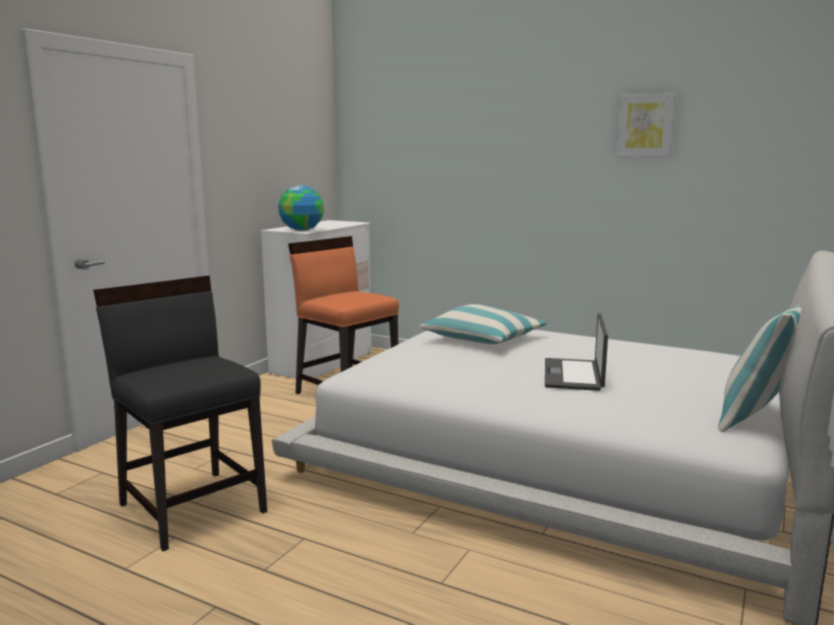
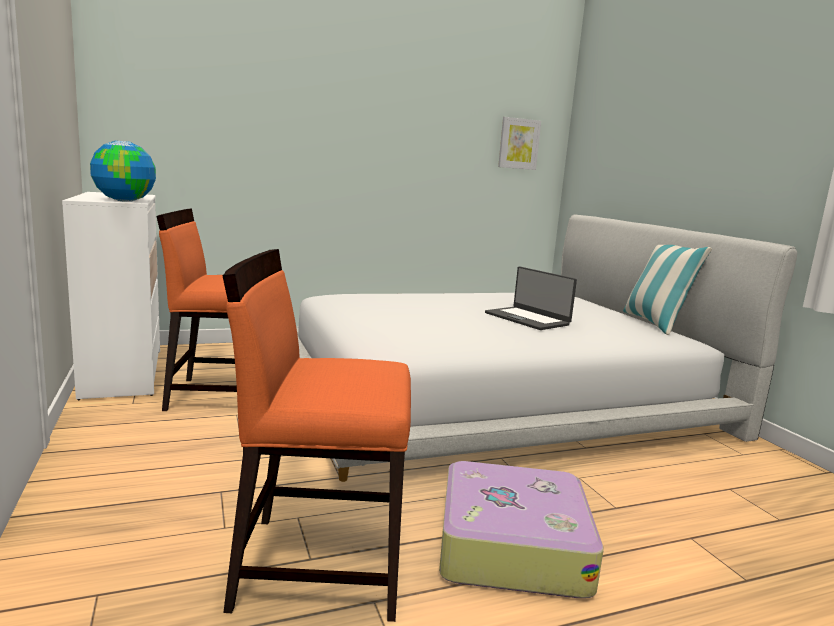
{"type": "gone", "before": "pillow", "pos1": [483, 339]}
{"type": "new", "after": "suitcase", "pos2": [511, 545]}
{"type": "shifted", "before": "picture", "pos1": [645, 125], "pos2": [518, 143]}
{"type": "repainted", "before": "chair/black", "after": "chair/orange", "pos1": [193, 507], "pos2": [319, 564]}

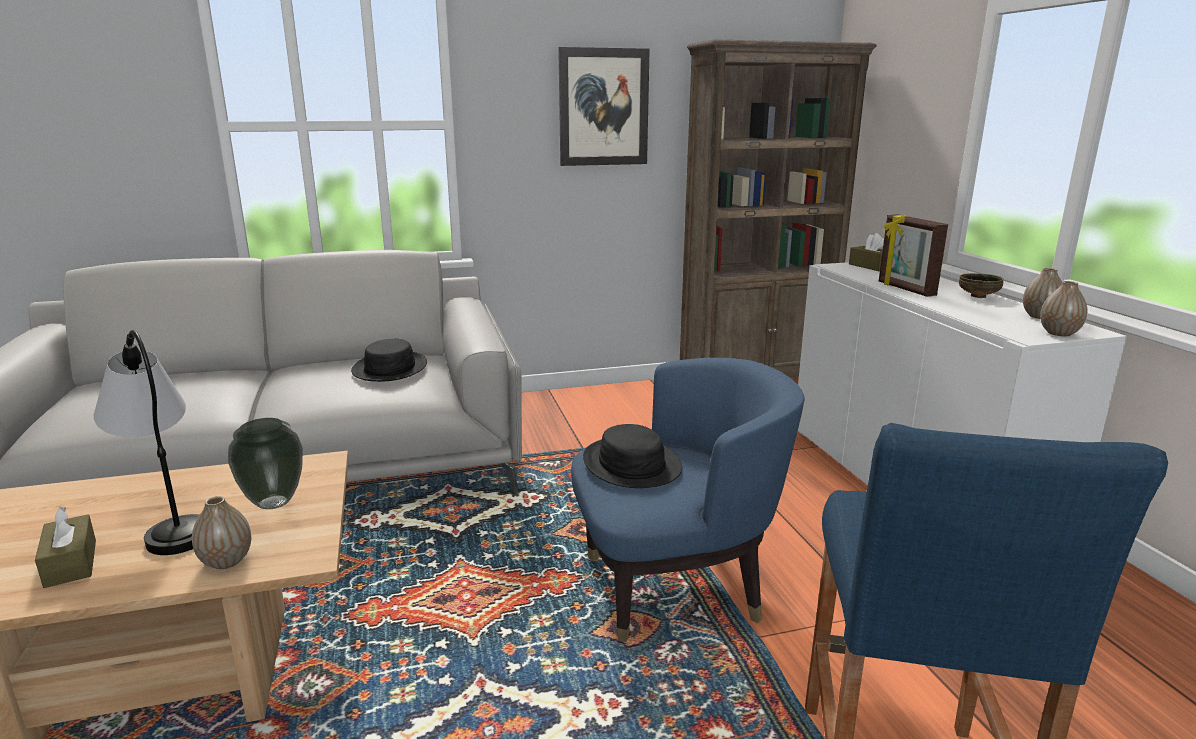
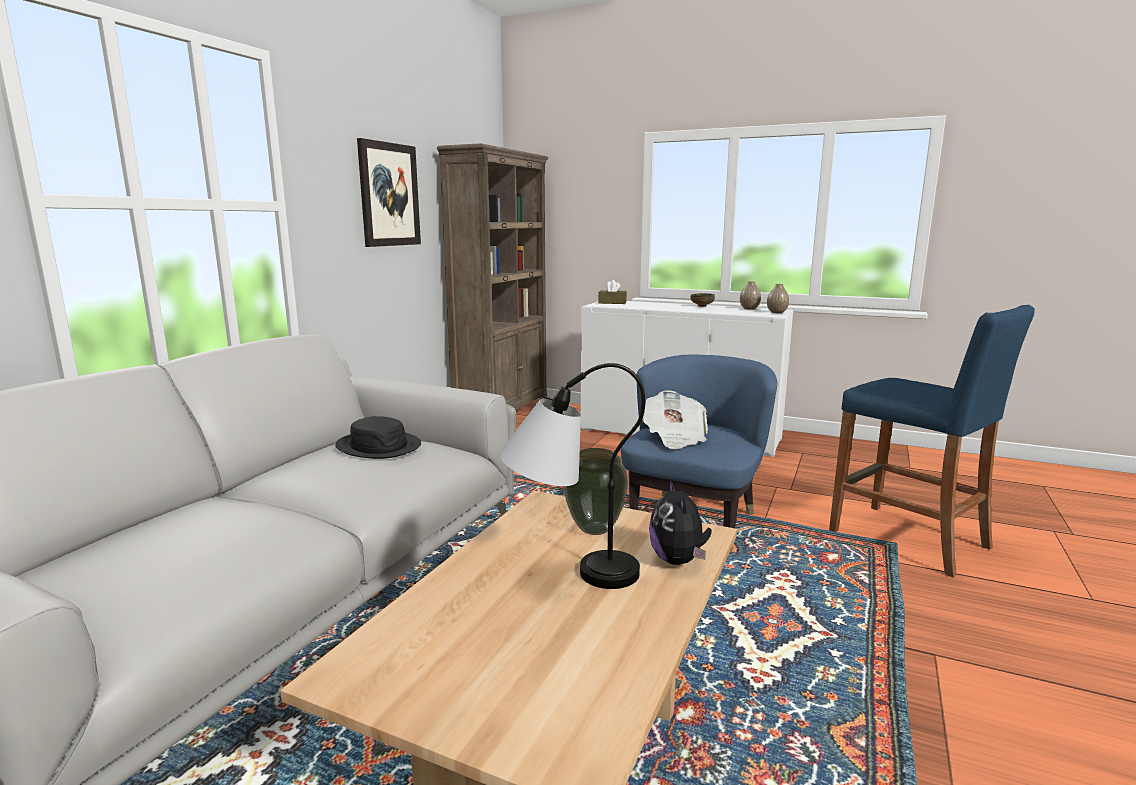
{"type": "gone", "before": "tissue box/brown", "pos1": [71, 563]}
{"type": "gone", "before": "picture frame", "pos1": [905, 289]}
{"type": "swapped", "before": "vase", "after": "plush toy", "pos1": [226, 561], "pos2": [678, 560]}
{"type": "swapped", "before": "hat/black", "after": "newspaper", "pos1": [631, 464], "pos2": [674, 437]}

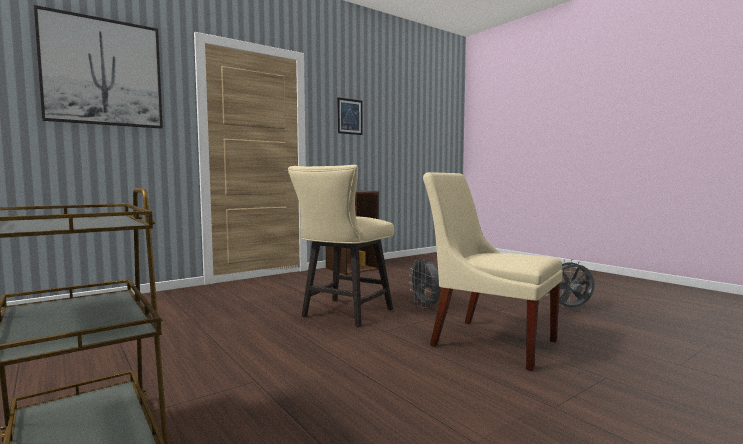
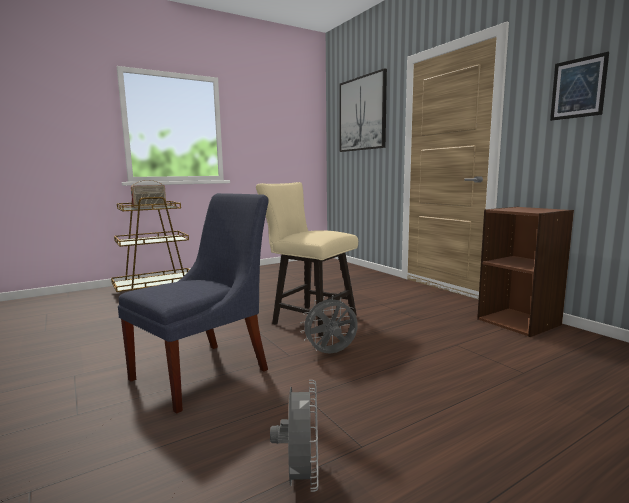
{"type": "new", "after": "radio", "pos2": [150, 207]}
{"type": "repainted", "before": "chair/beige", "after": "chair/blue", "pos1": [488, 341], "pos2": [205, 372]}

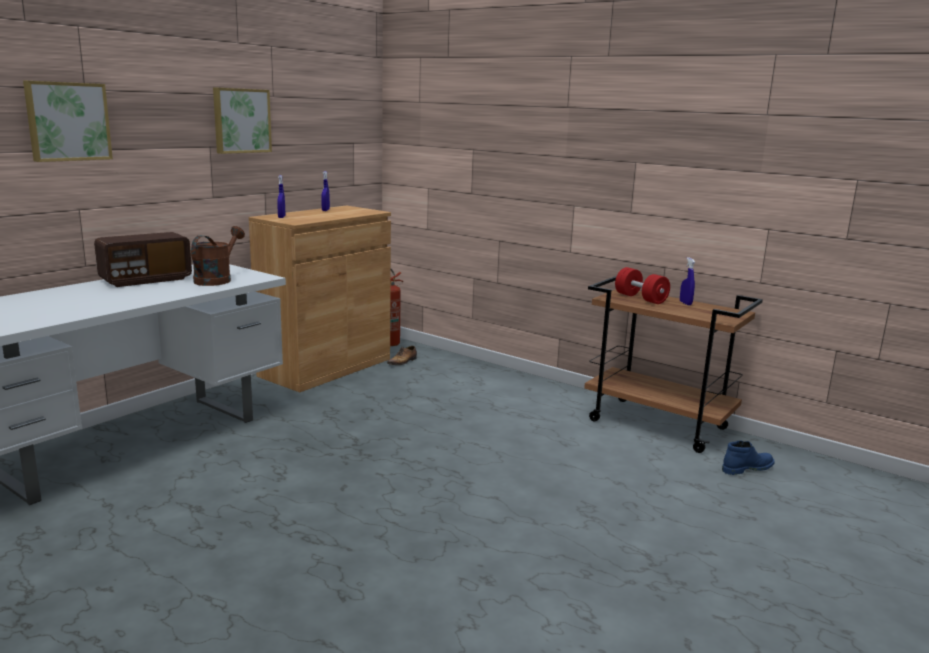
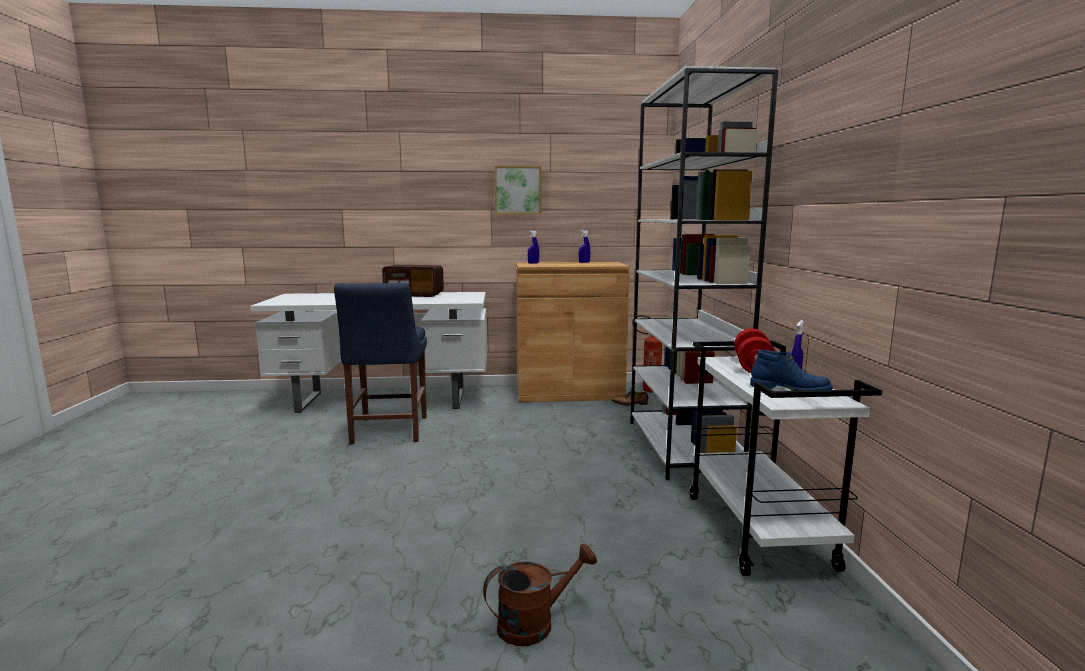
{"type": "gone", "before": "picture", "pos1": [67, 121]}
{"type": "new", "after": "chair/blue", "pos2": [388, 431]}
{"type": "new", "after": "bookcase/white", "pos2": [682, 447]}
{"type": "shifted", "before": "watering can/brown", "pos1": [216, 279], "pos2": [535, 623]}
{"type": "shifted", "before": "boot/blue", "pos1": [746, 468], "pos2": [790, 390]}
{"type": "repainted", "before": "cart/brown", "after": "cart/white", "pos1": [659, 424], "pos2": [759, 531]}

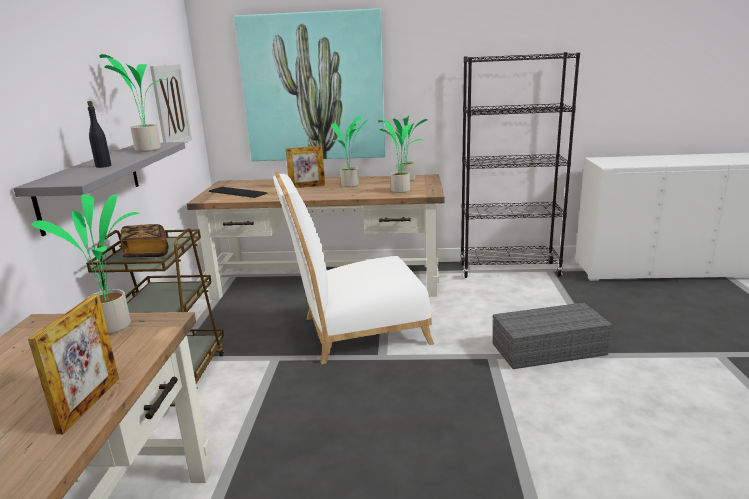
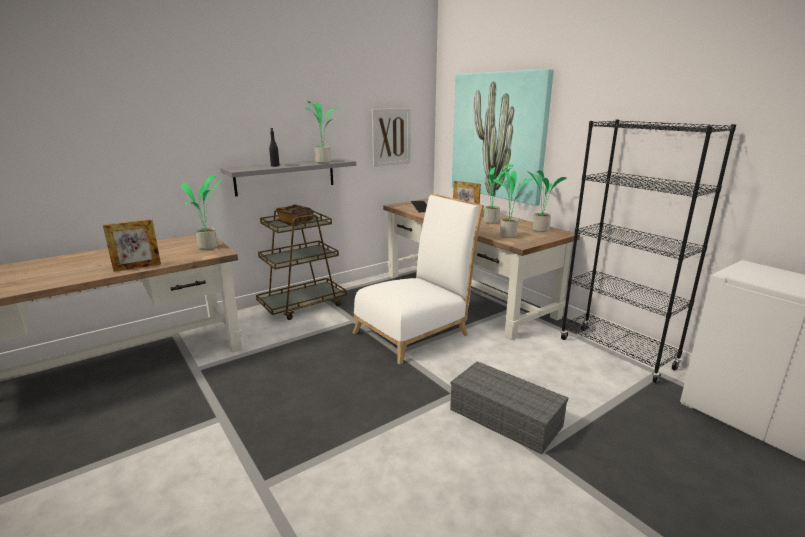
{"type": "rotated", "before": "chair/white", "pos1": [357, 332], "pos2": [416, 331], "turn": 105}

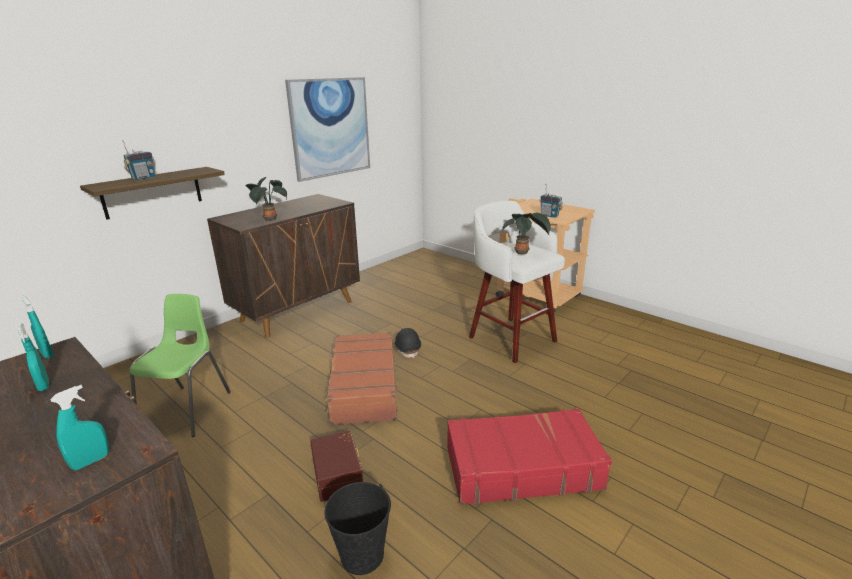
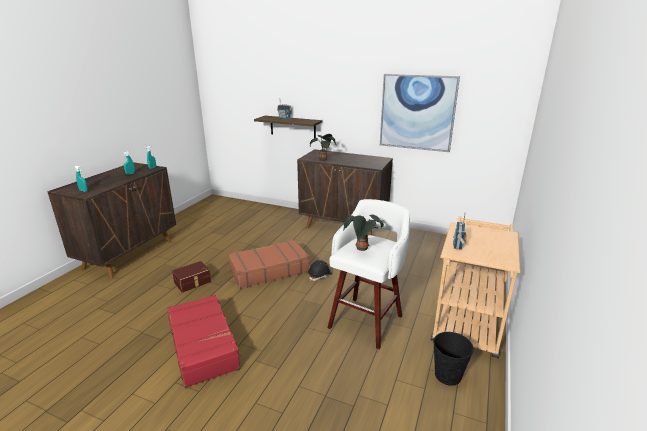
{"type": "gone", "before": "chair/green", "pos1": [187, 410]}
{"type": "shifted", "before": "bucket/black", "pos1": [362, 554], "pos2": [447, 375]}

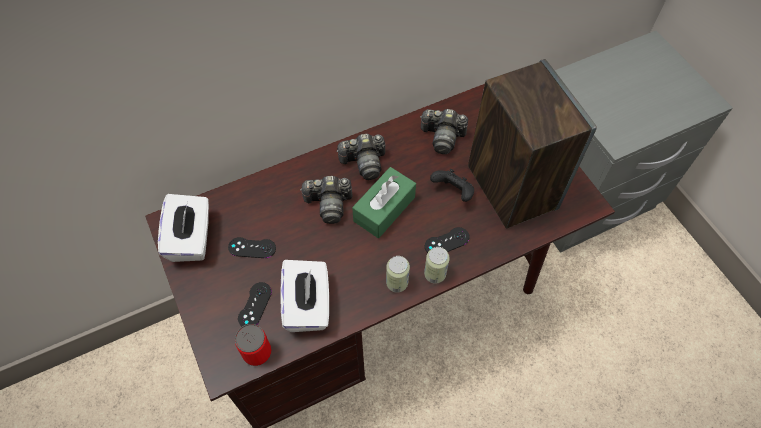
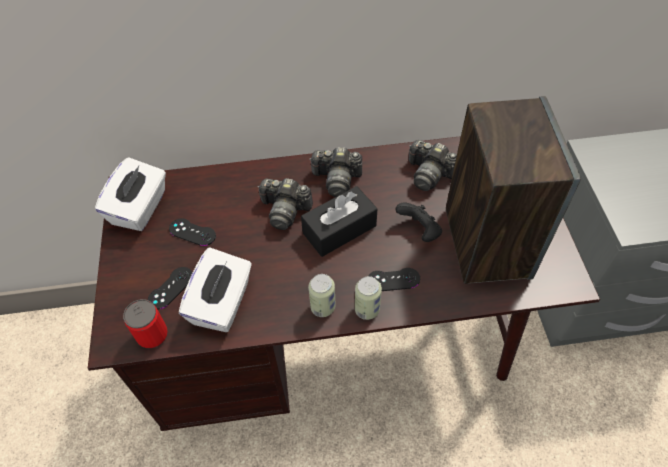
{"type": "repainted", "before": "tissue box/green", "after": "tissue box/black", "pos1": [384, 209], "pos2": [339, 229]}

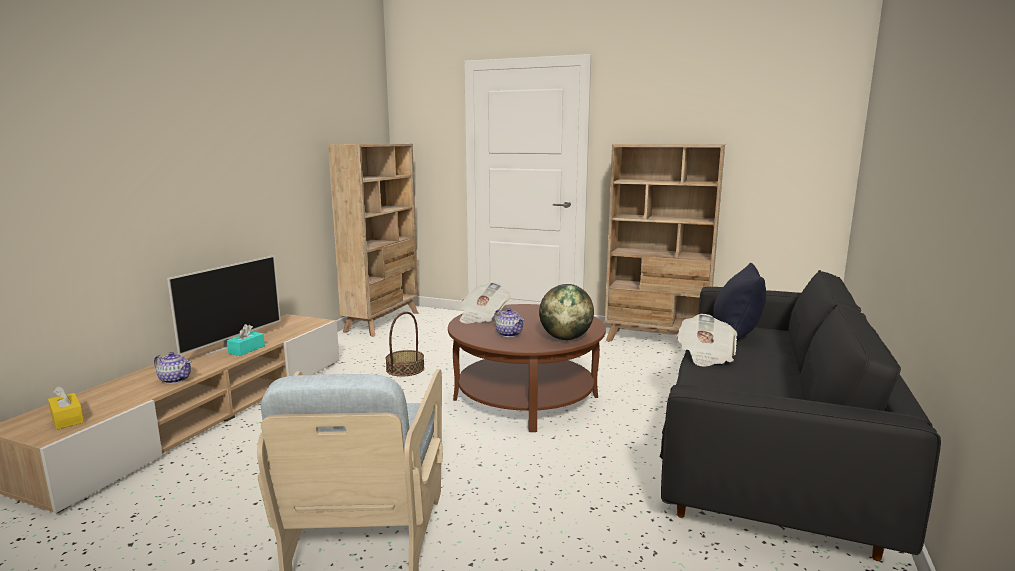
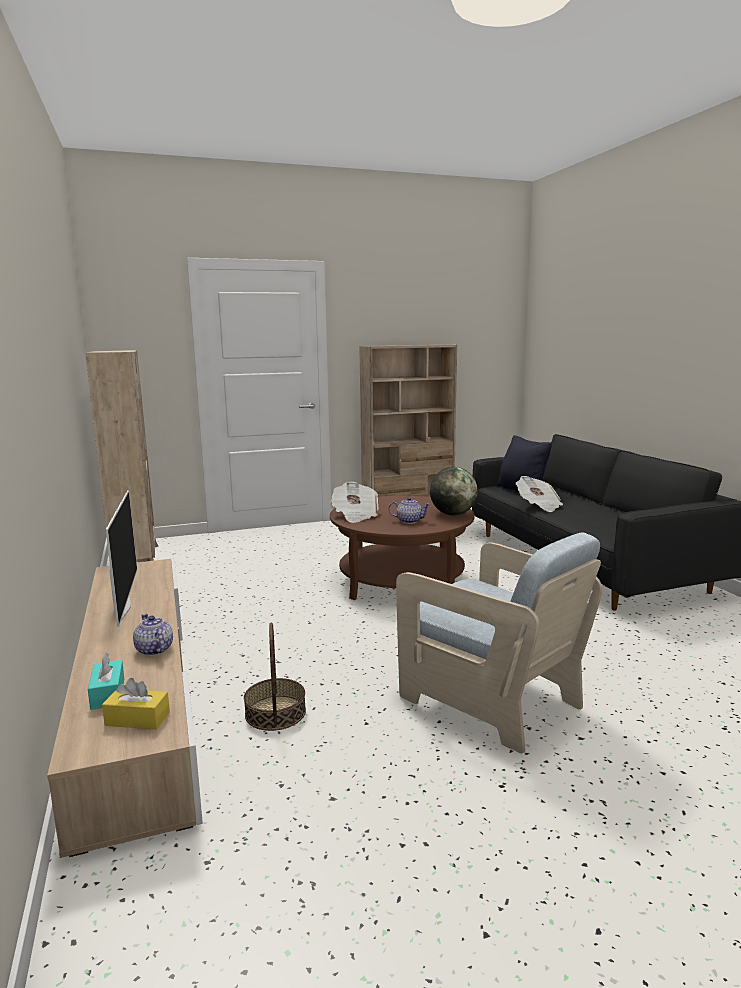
{"type": "shifted", "before": "tissue box/turquoise", "pos1": [246, 349], "pos2": [108, 693]}
{"type": "shifted", "before": "basket", "pos1": [405, 369], "pos2": [275, 713]}
{"type": "rotated", "before": "teapot", "pos1": [175, 379], "pos2": [154, 650], "turn": -105}

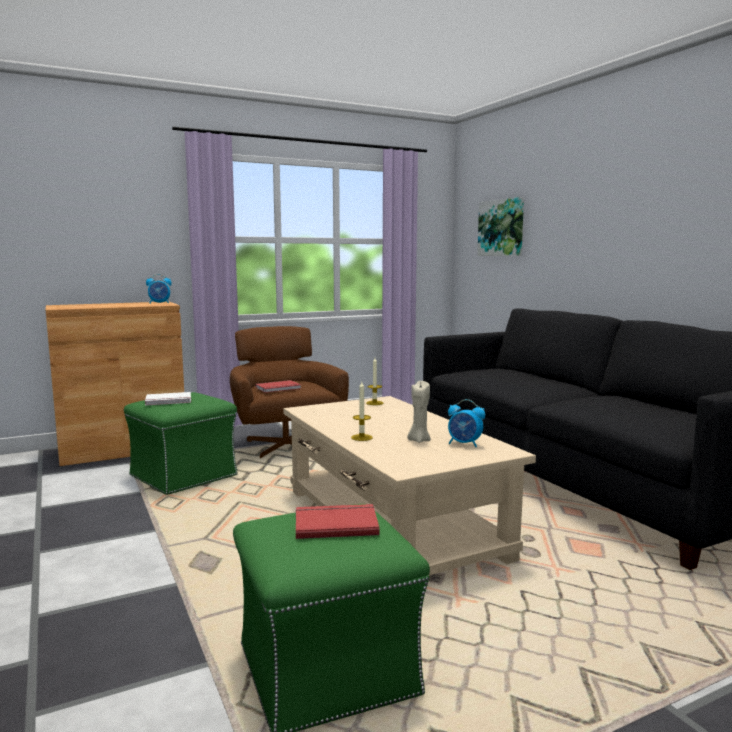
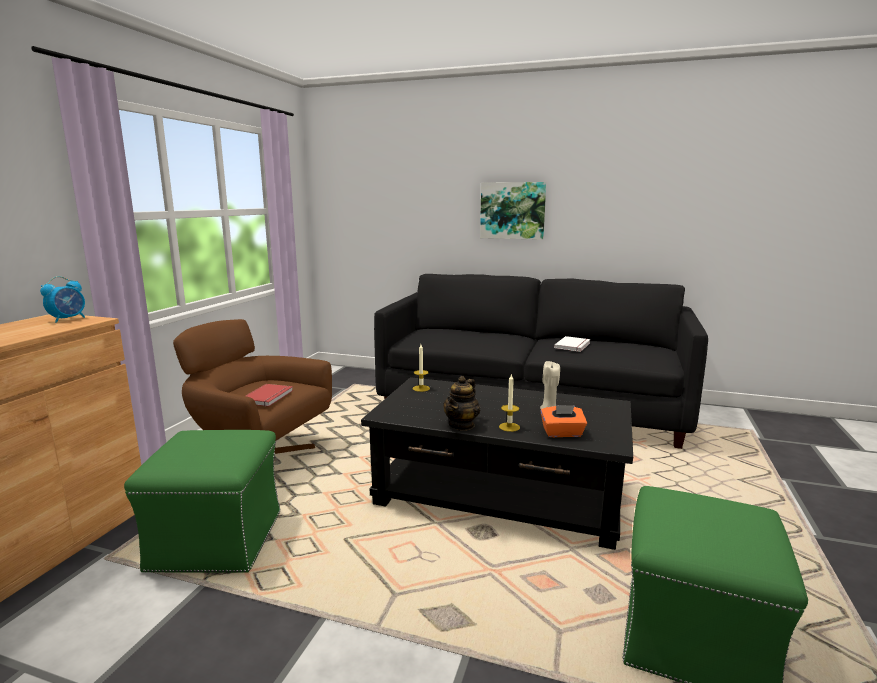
{"type": "gone", "before": "book/red", "pos1": [335, 524]}
{"type": "gone", "before": "alarm clock", "pos1": [464, 444]}
{"type": "new", "after": "teapot", "pos2": [462, 425]}
{"type": "new", "after": "tissue box/orange", "pos2": [562, 433]}
{"type": "shifted", "before": "book/white", "pos1": [168, 401], "pos2": [573, 345]}
{"type": "shifted", "before": "picture", "pos1": [501, 228], "pos2": [512, 210]}
{"type": "repainted", "before": "coffee table/beige", "after": "coffee table/black", "pos1": [391, 524], "pos2": [499, 495]}

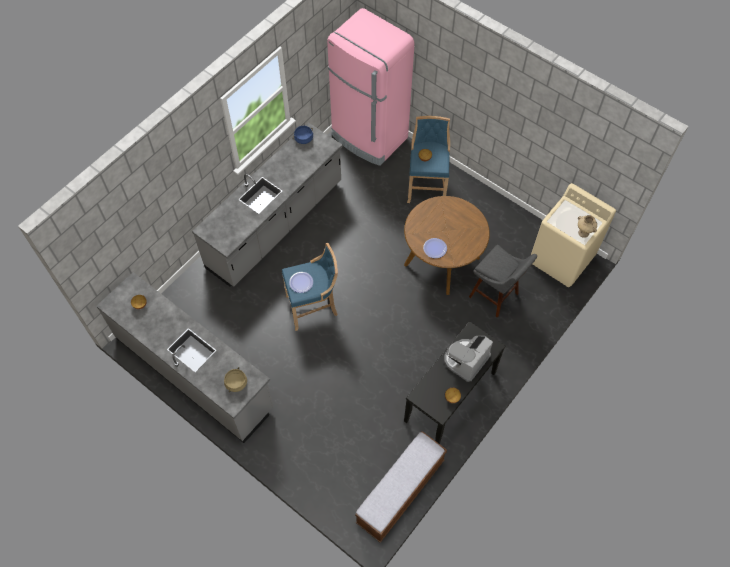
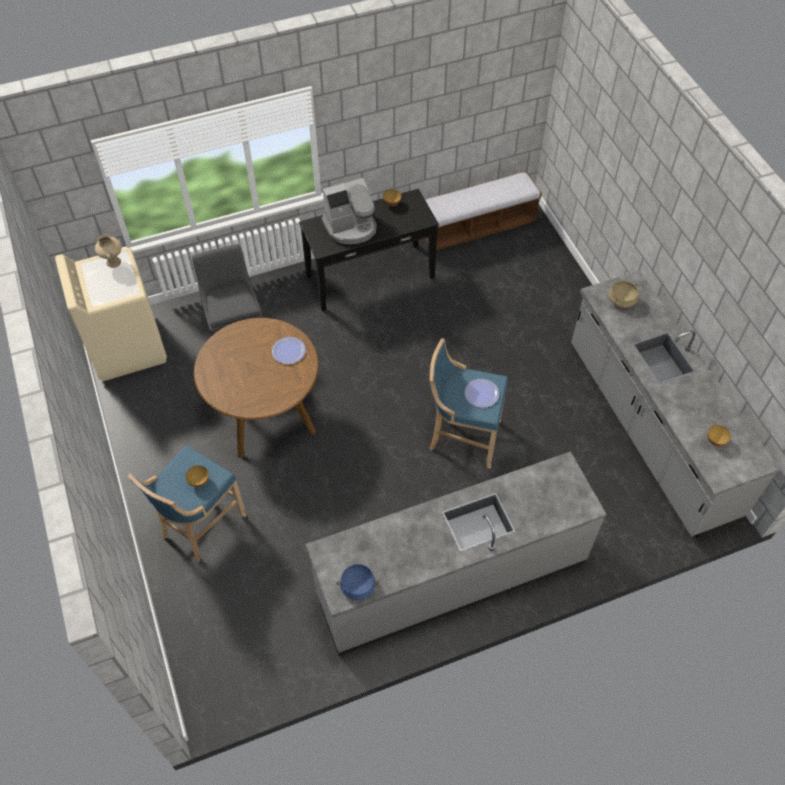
{"type": "gone", "before": "fridge/pink", "pos1": [369, 137]}

